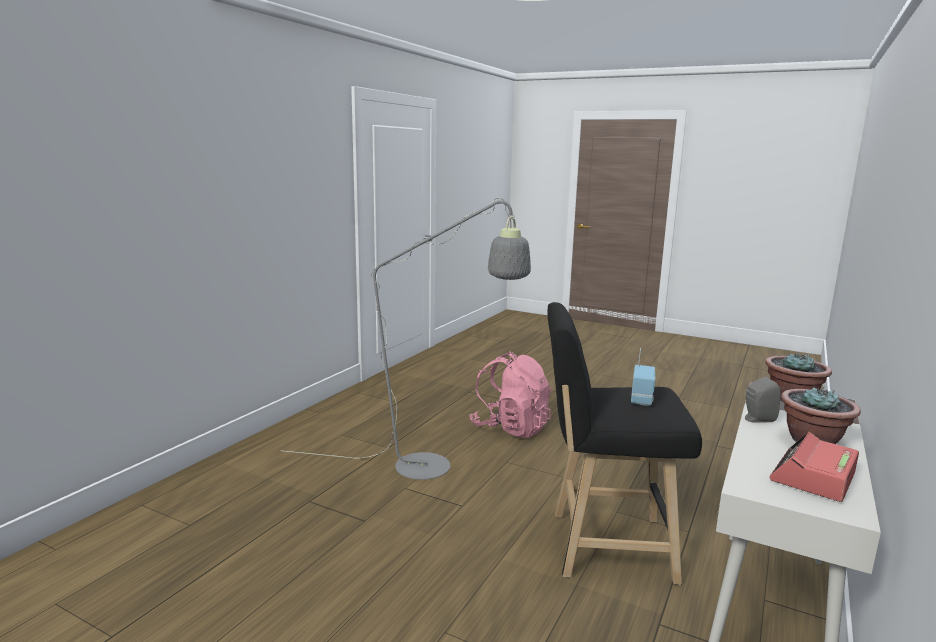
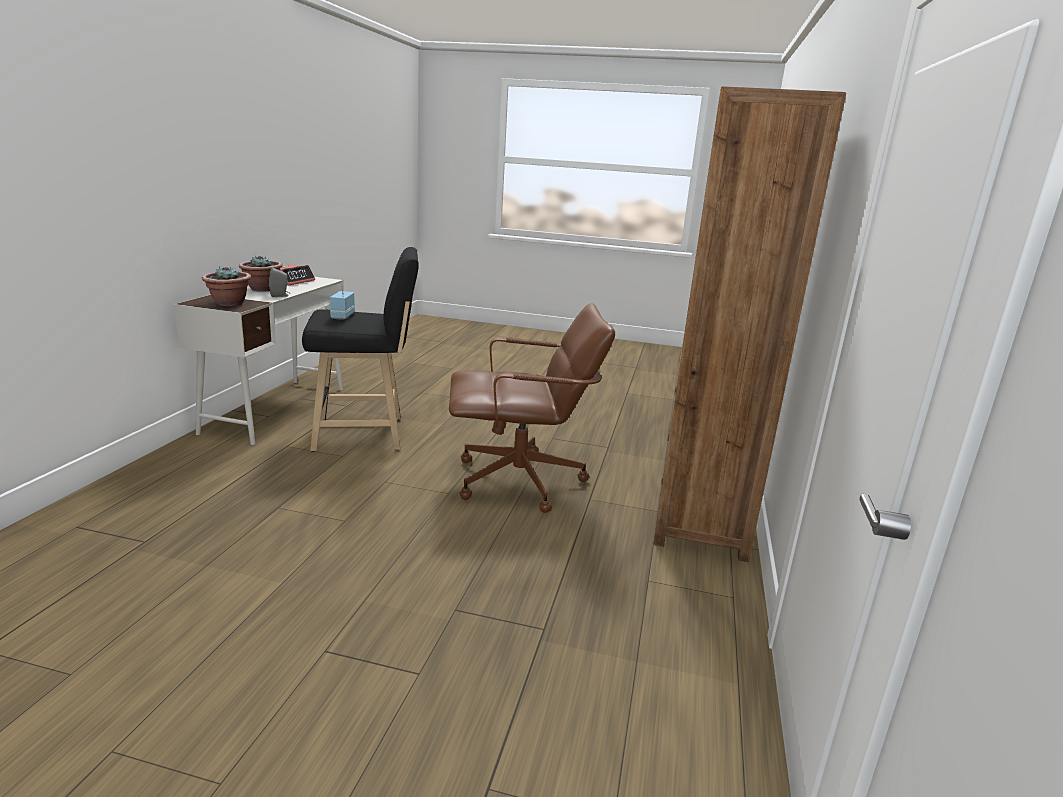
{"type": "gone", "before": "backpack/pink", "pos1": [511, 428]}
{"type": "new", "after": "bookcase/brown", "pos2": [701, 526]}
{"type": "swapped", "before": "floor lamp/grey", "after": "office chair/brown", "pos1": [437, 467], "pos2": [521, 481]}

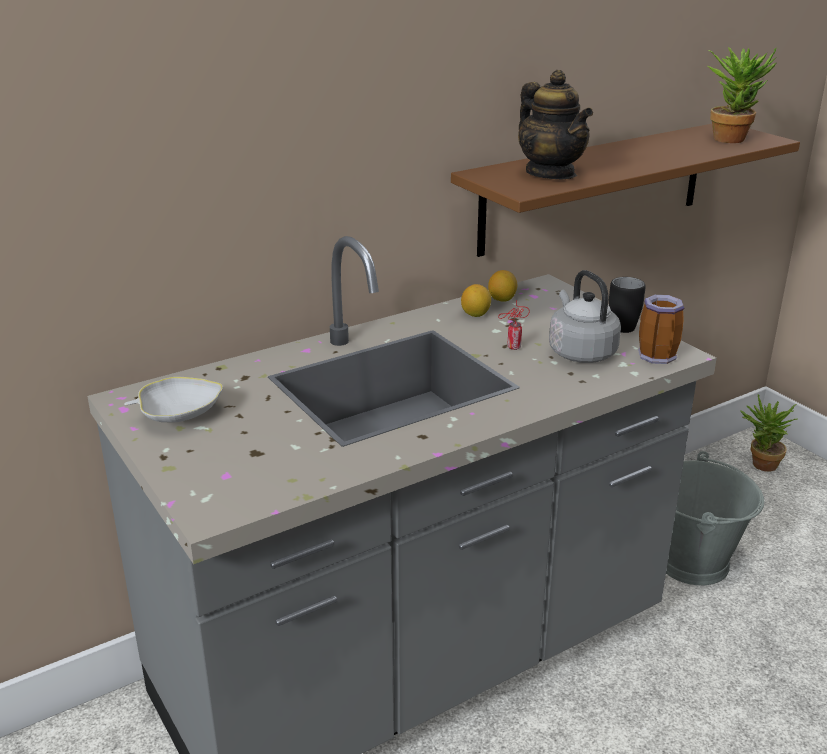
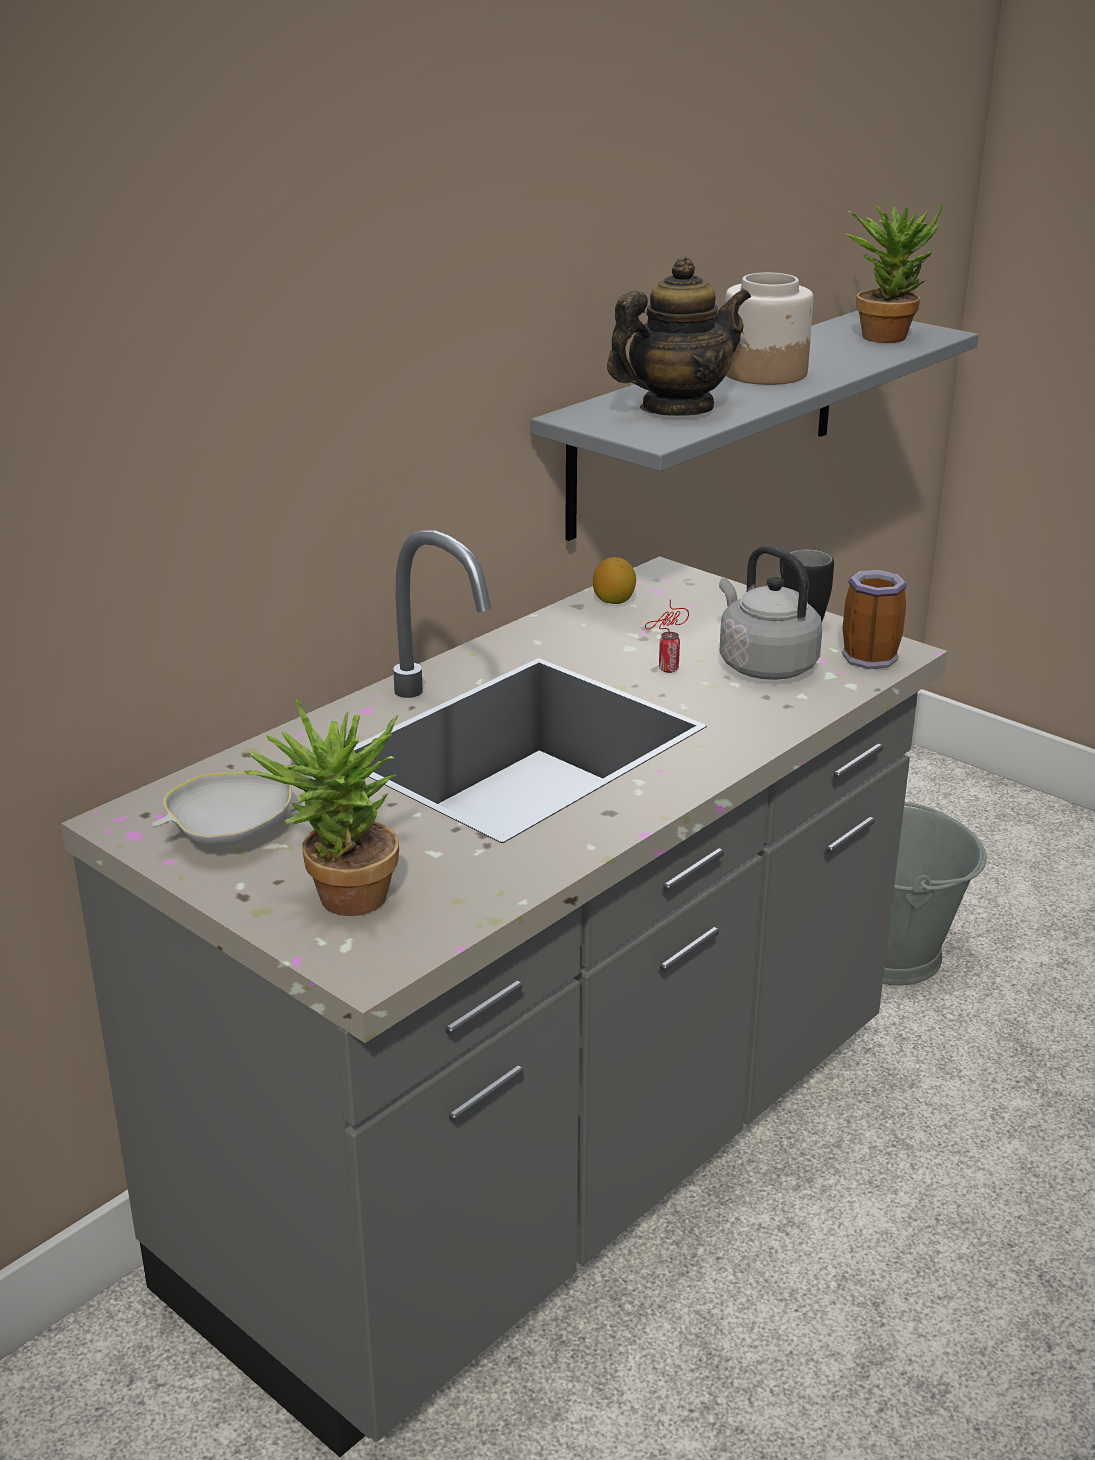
{"type": "gone", "before": "lemon", "pos1": [475, 314]}
{"type": "new", "after": "jar", "pos2": [764, 373]}
{"type": "shifted", "before": "potted plant", "pos1": [759, 465], "pos2": [339, 900]}
{"type": "repainted", "before": "shelf/brown", "after": "shelf/grey", "pos1": [594, 187], "pos2": [708, 421]}
{"type": "rotated", "before": "teapot", "pos1": [551, 173], "pos2": [676, 408], "turn": -75}

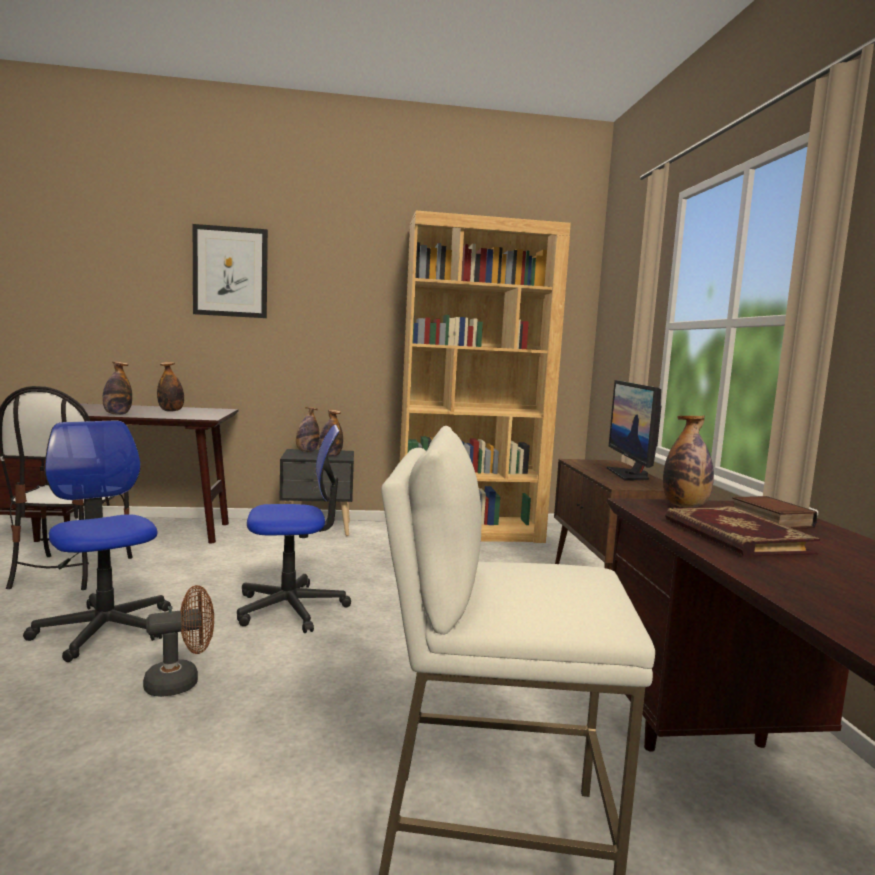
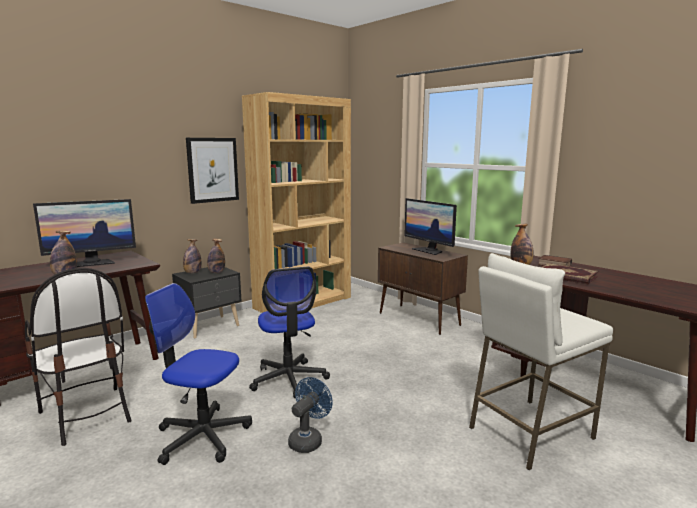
{"type": "shifted", "before": "picture", "pos1": [230, 272], "pos2": [212, 170]}
{"type": "swapped", "before": "bottle", "after": "monitor", "pos1": [171, 411], "pos2": [92, 263]}
{"type": "repainted", "before": "fan/brown", "after": "fan/blue", "pos1": [181, 682], "pos2": [308, 440]}
{"type": "rotated", "before": "office chair", "pos1": [291, 608], "pos2": [289, 379], "turn": 120}

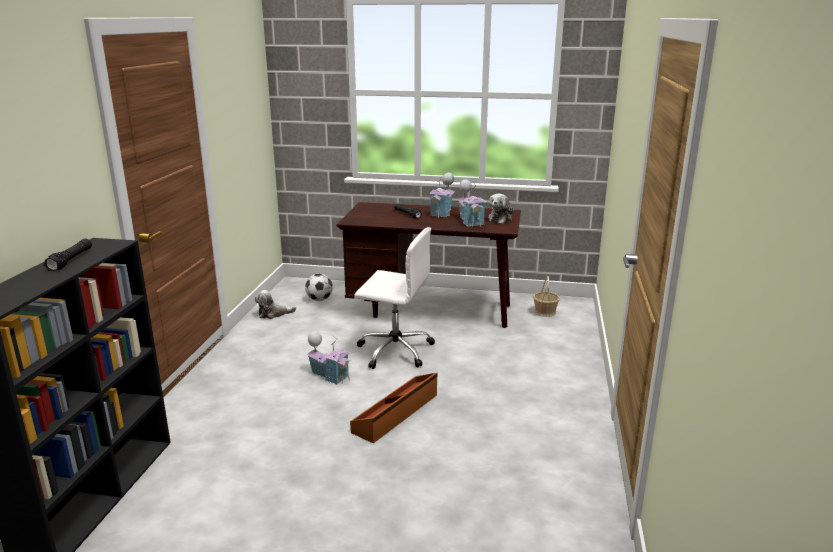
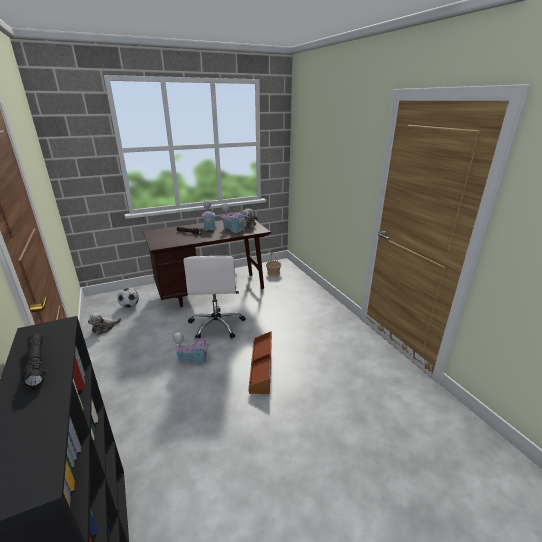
{"type": "rotated", "before": "office chair/white", "pos1": [394, 350], "pos2": [217, 325], "turn": 105}

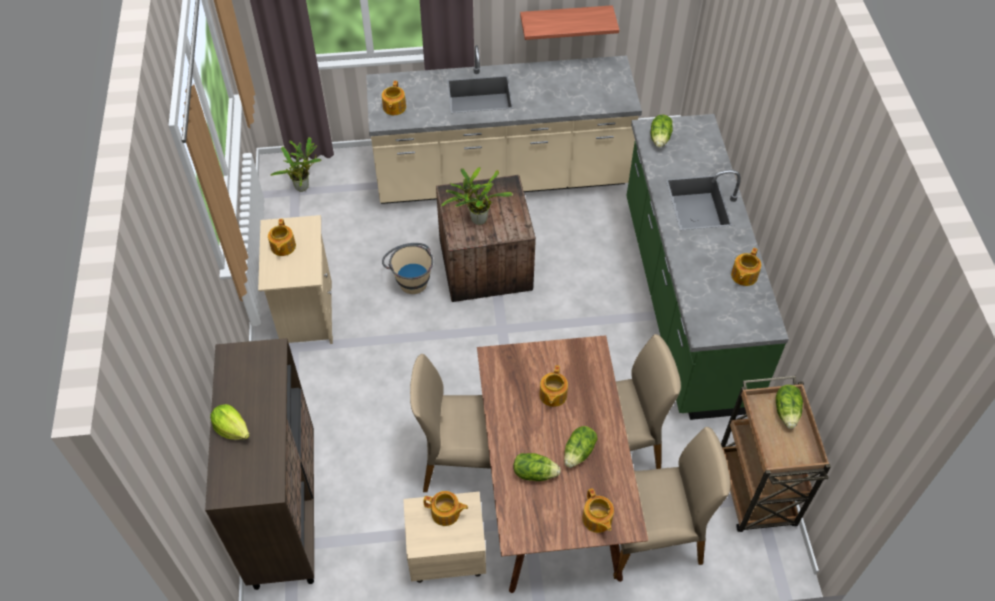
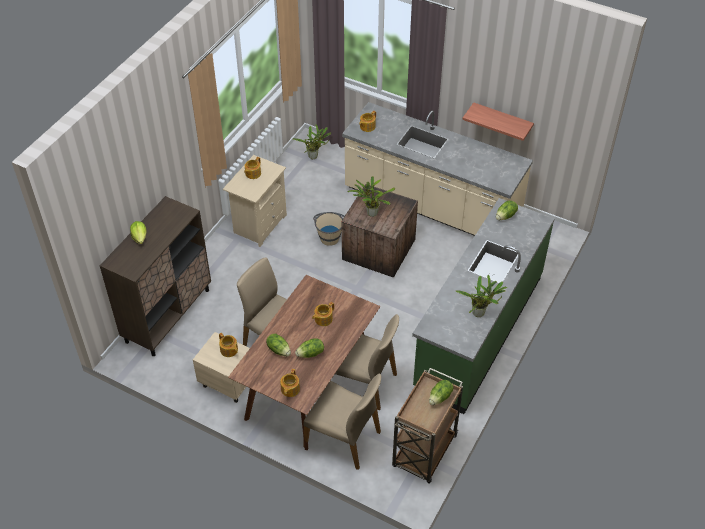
{"type": "swapped", "before": "teapot", "after": "potted plant", "pos1": [743, 276], "pos2": [480, 313]}

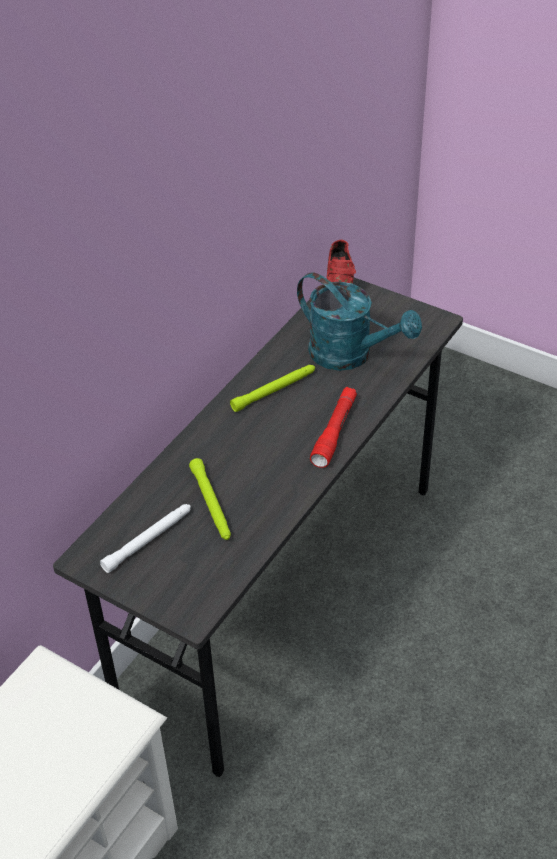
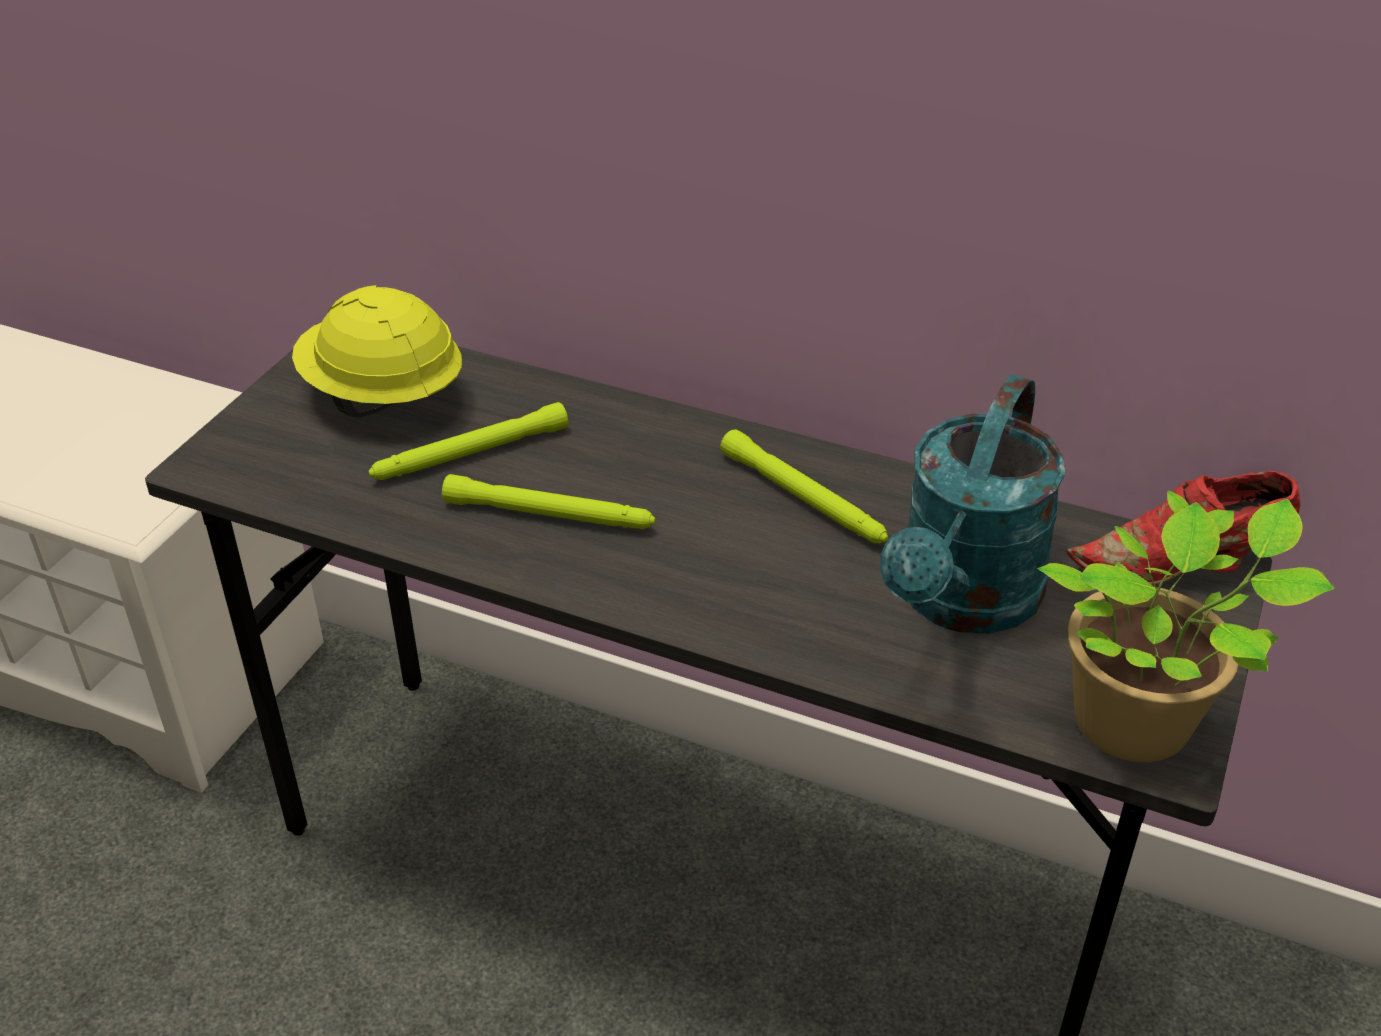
{"type": "gone", "before": "flashlight/red", "pos1": [335, 432]}
{"type": "new", "after": "flashlight/green", "pos2": [550, 515]}
{"type": "new", "after": "potted plant", "pos2": [1140, 726]}
{"type": "swapped", "before": "flashlight/white", "after": "hard hat/yellow", "pos1": [148, 540], "pos2": [382, 397]}

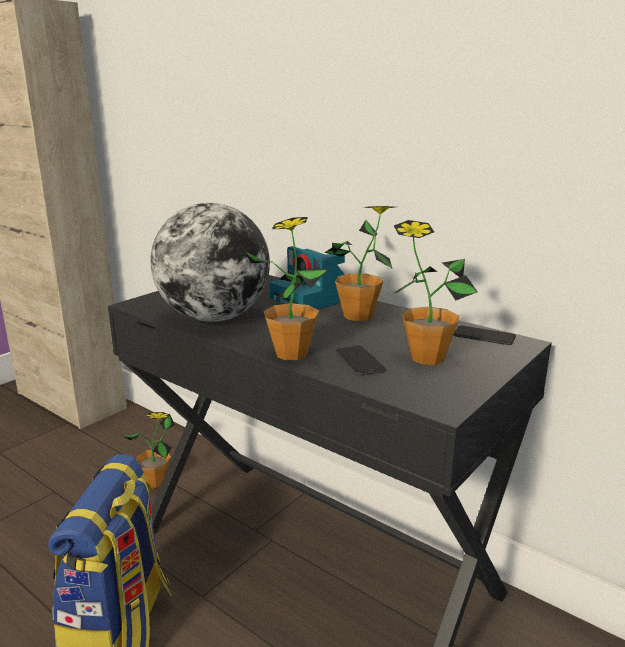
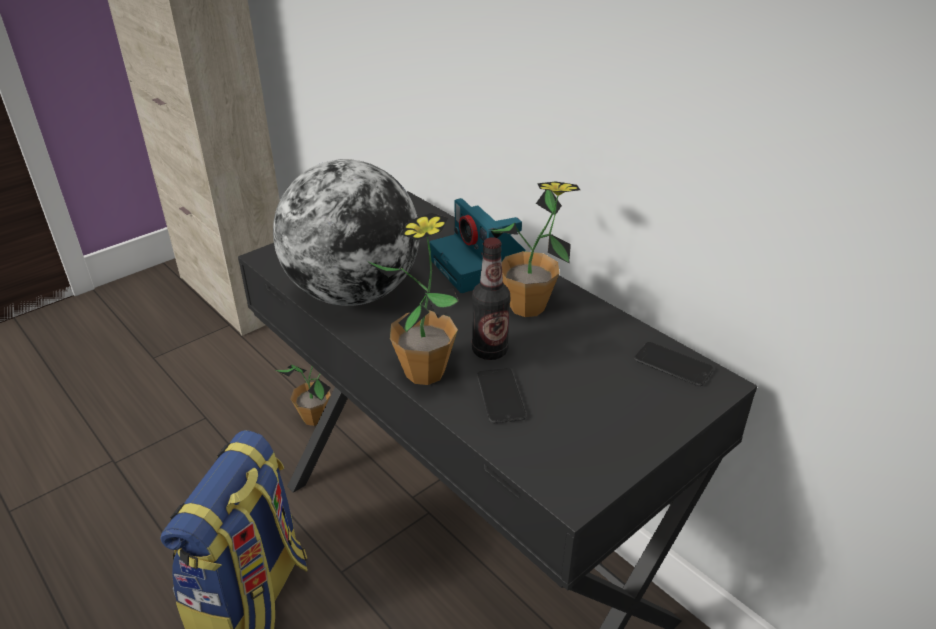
{"type": "gone", "before": "potted plant", "pos1": [427, 358]}
{"type": "new", "after": "bottle", "pos2": [490, 351]}

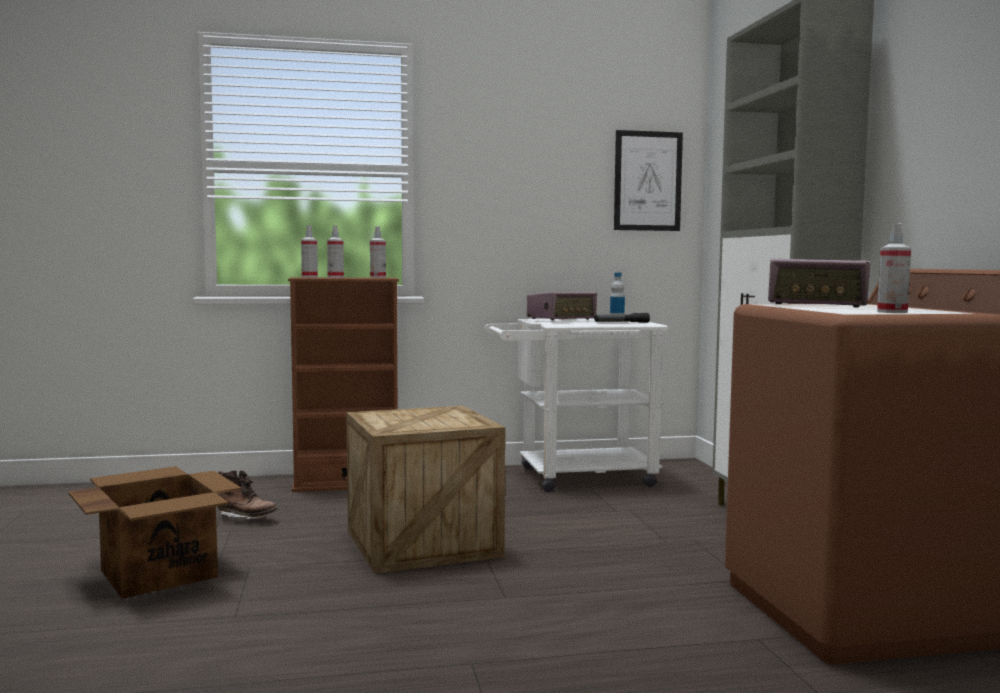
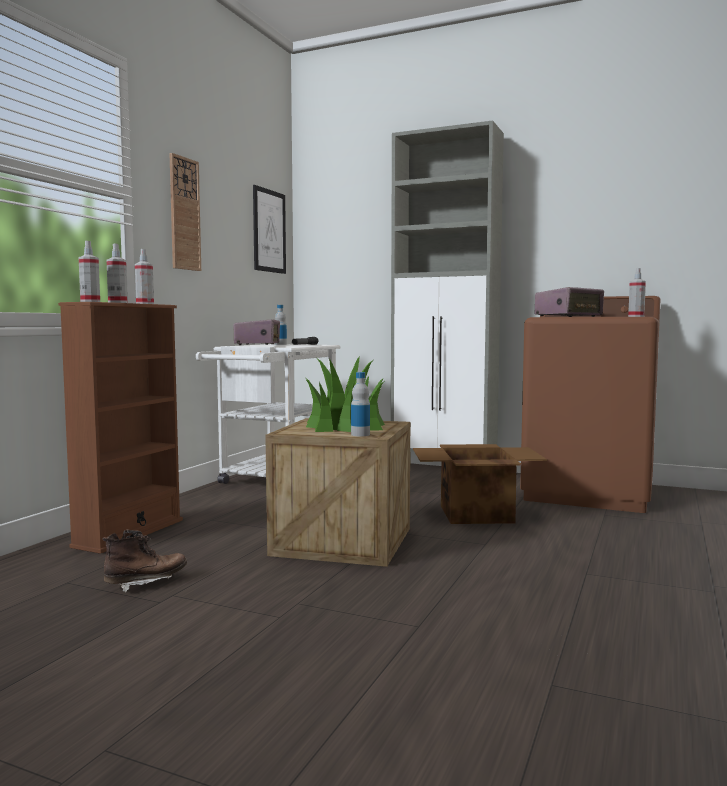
{"type": "new", "after": "wall clock", "pos2": [184, 214]}
{"type": "new", "after": "potted plant", "pos2": [345, 426]}
{"type": "new", "after": "bottle", "pos2": [360, 434]}
{"type": "shifted", "before": "cardboard box", "pos1": [159, 573], "pos2": [475, 514]}

